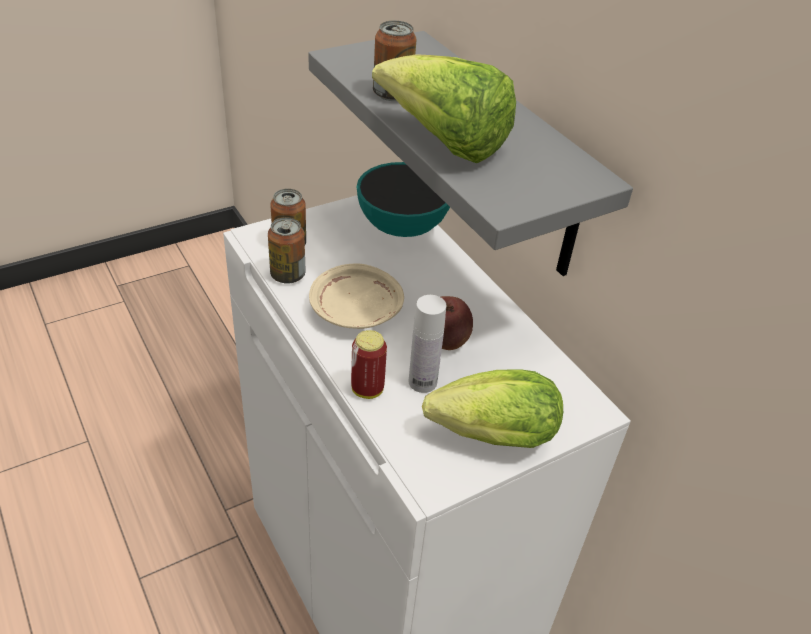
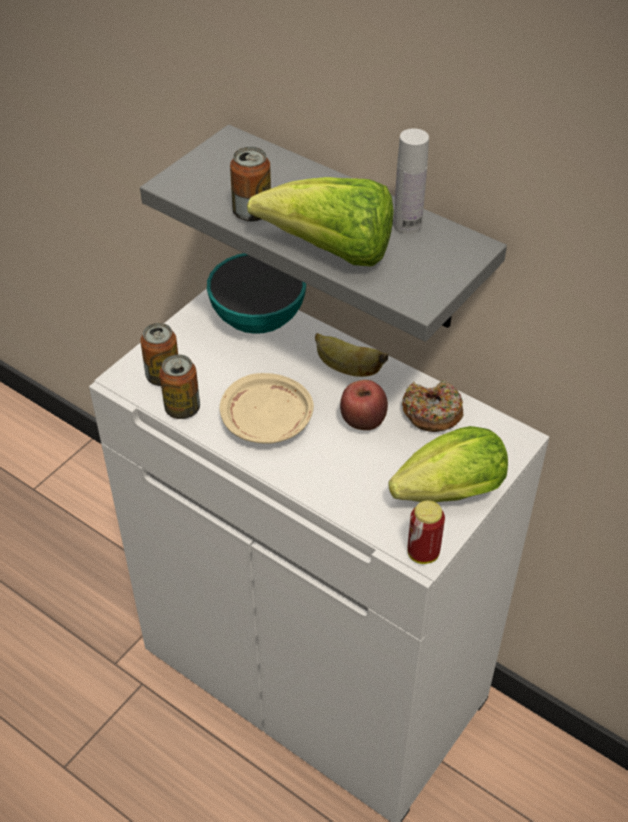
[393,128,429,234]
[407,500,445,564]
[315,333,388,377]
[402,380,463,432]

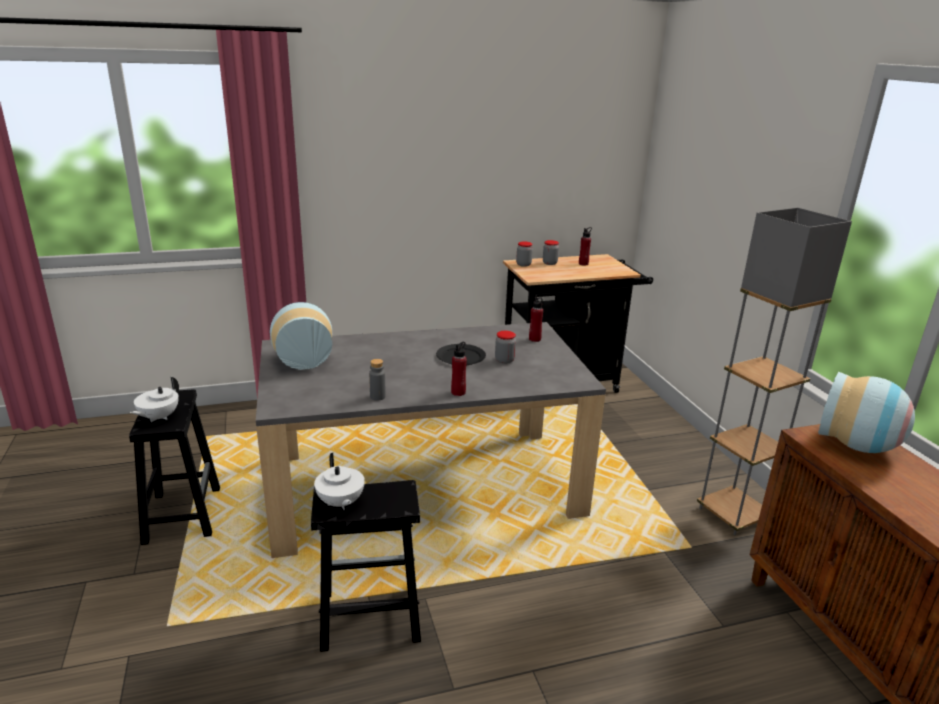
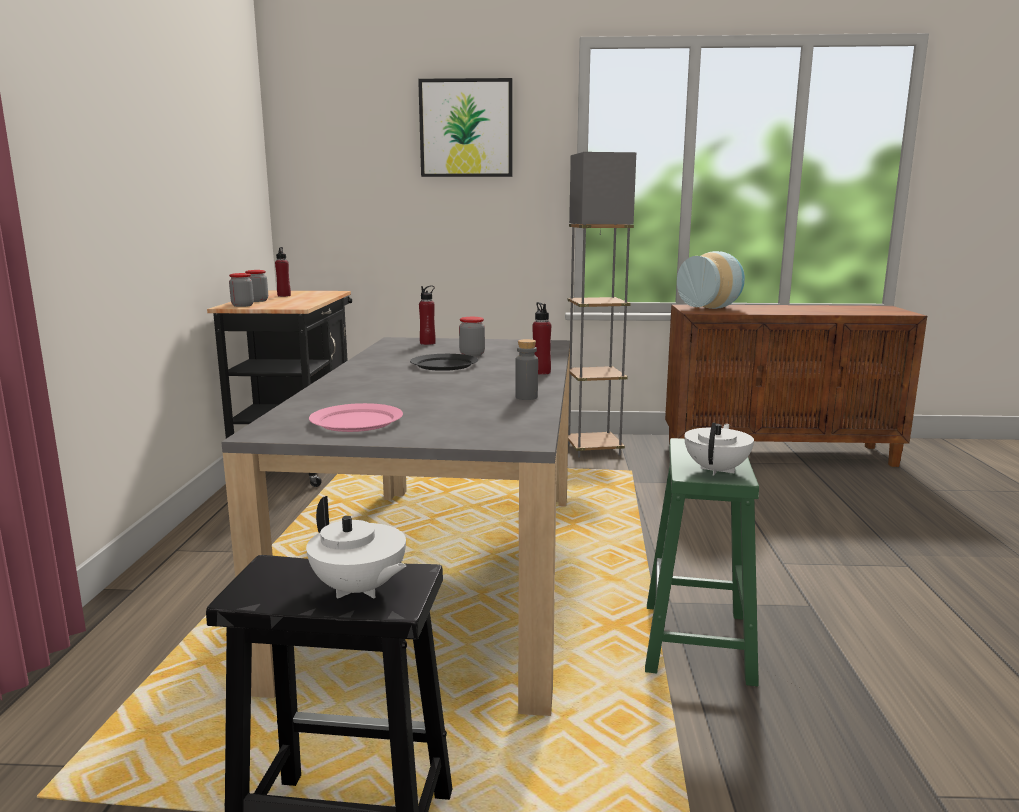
[309,403,403,432]
[684,423,754,475]
[645,438,759,686]
[418,78,513,177]

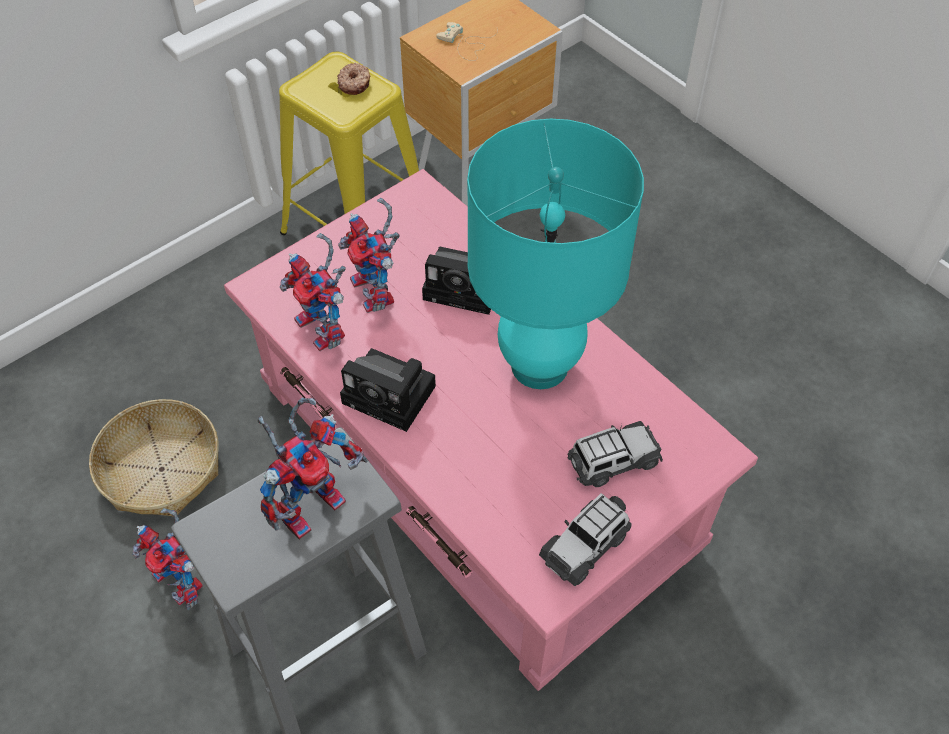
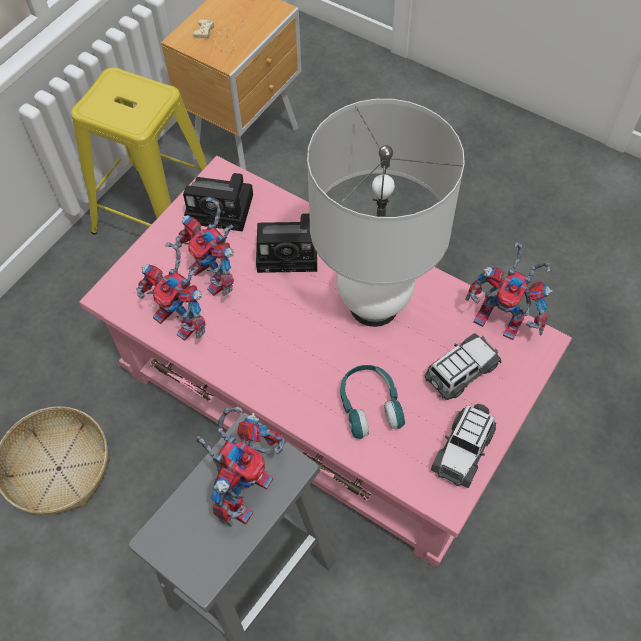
[337,63,370,95] (first image)
[307,99,465,327]
[183,173,253,232]
[465,242,553,340]
[340,365,405,439]

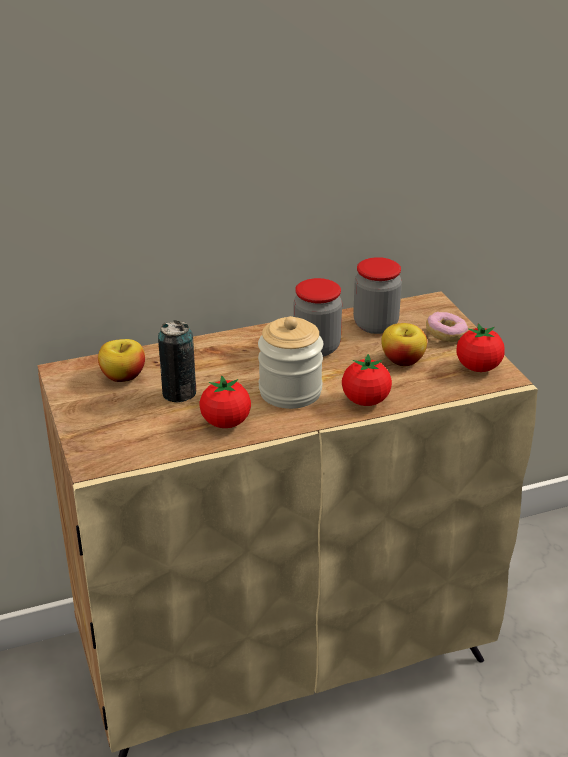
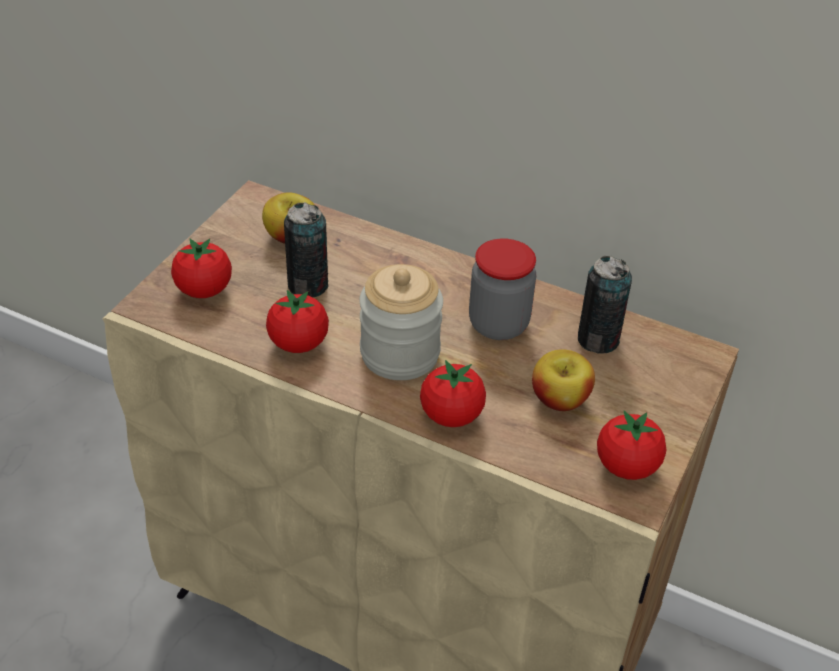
[578,256,632,354]
[426,312,468,342] (first image)
[171,238,232,298]

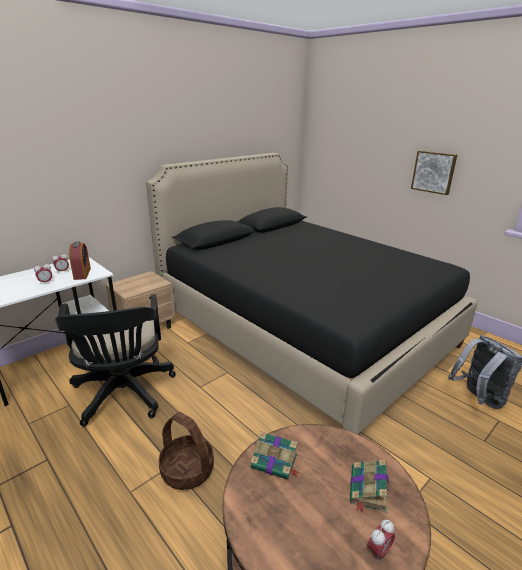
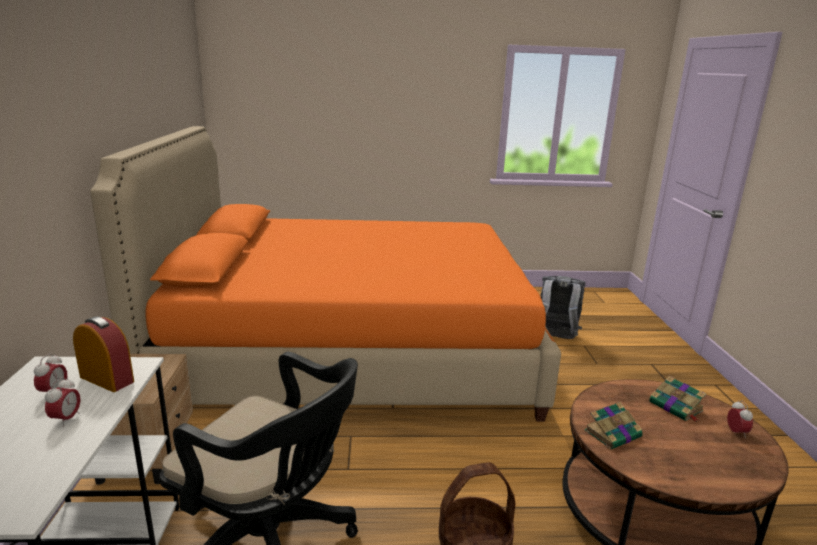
[411,151,457,195] (first image)
[90,126,561,422]

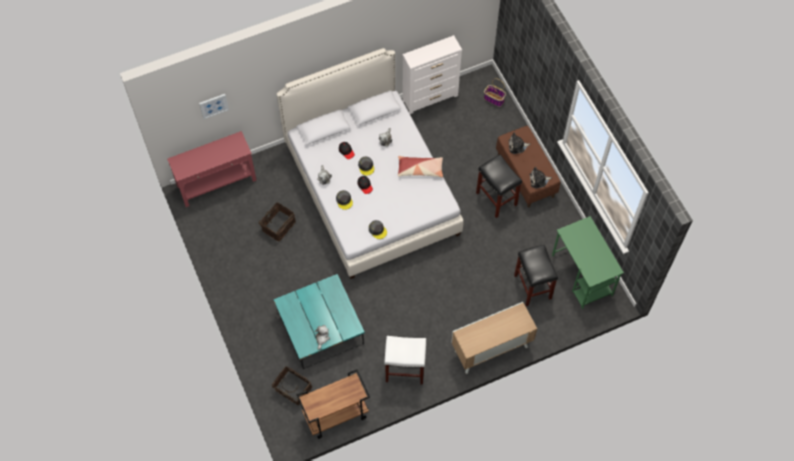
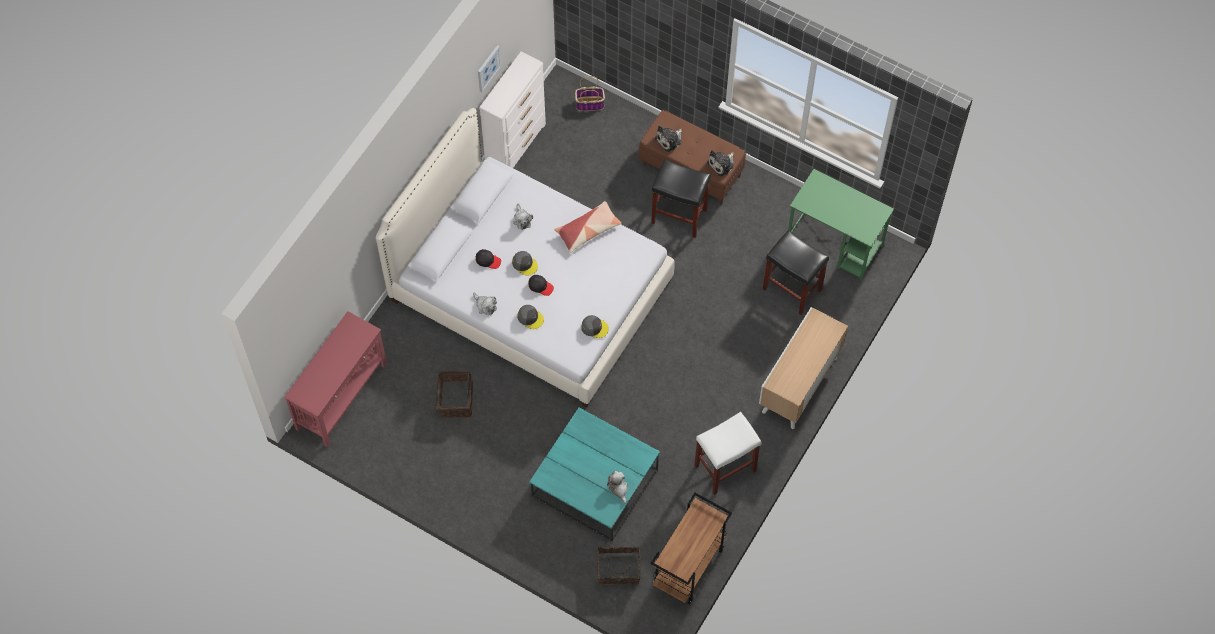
[478,45,501,92]

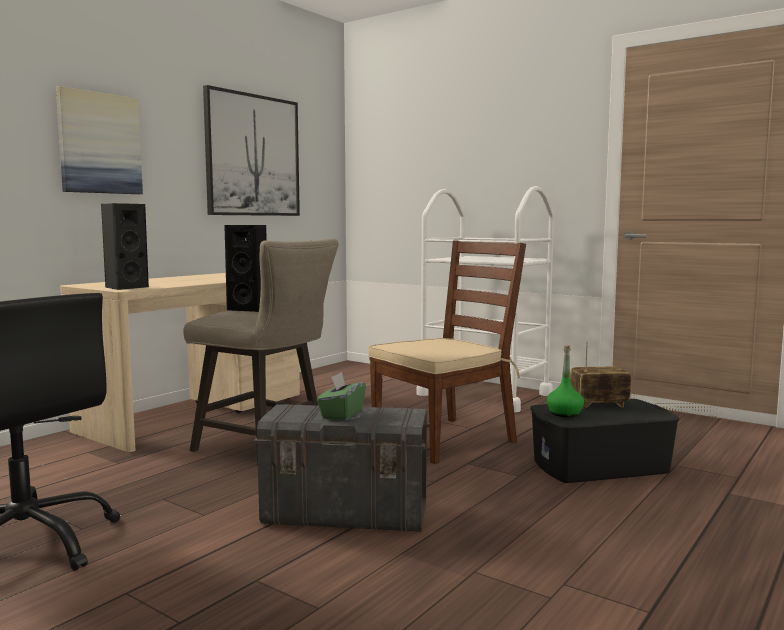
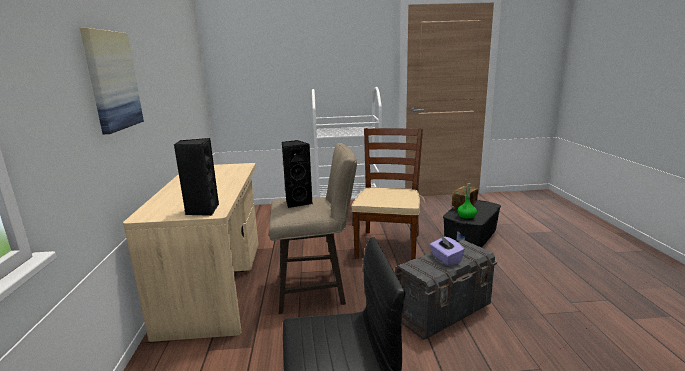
[203,85,300,216] (first image)
[430,236,465,266]

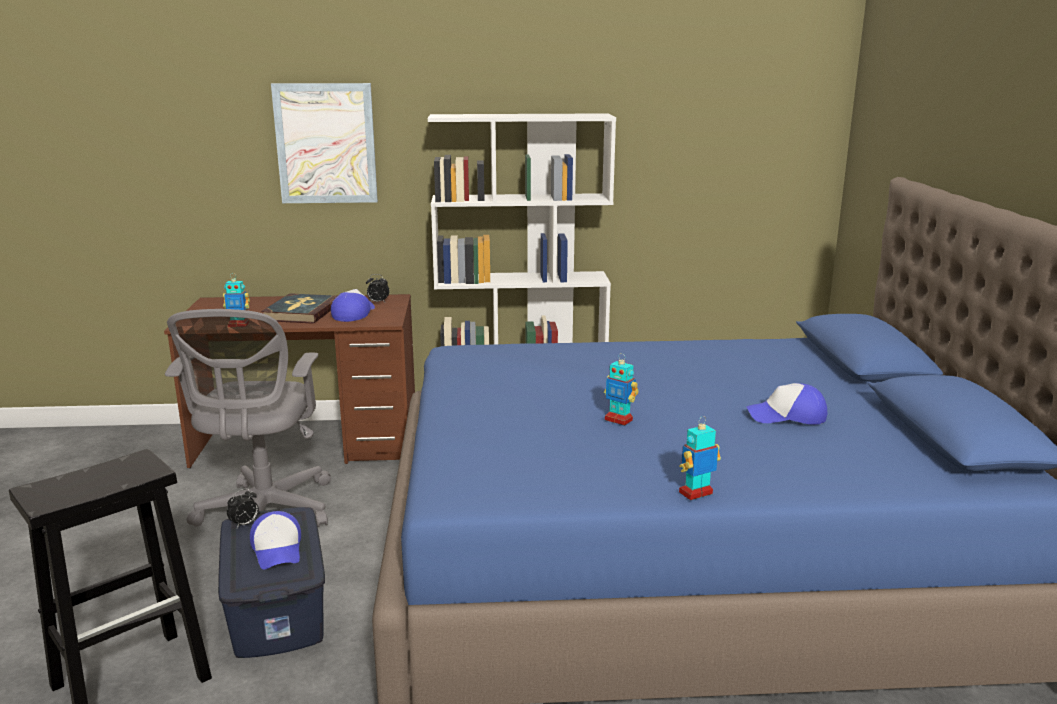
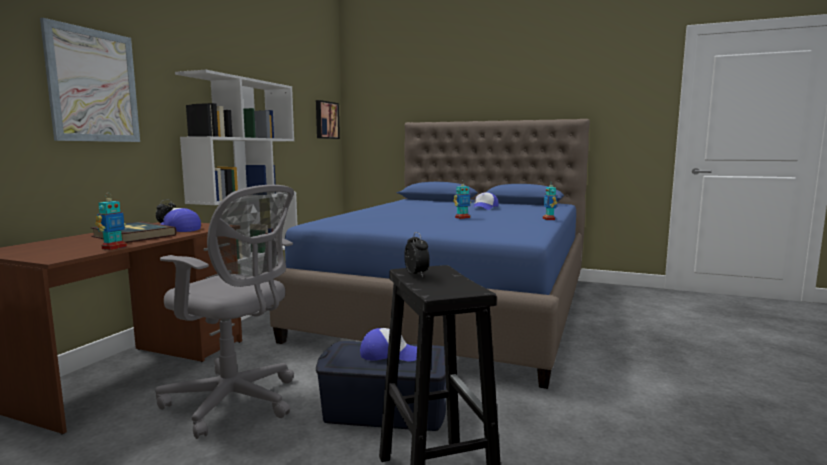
[404,232,429,277]
[316,100,340,139]

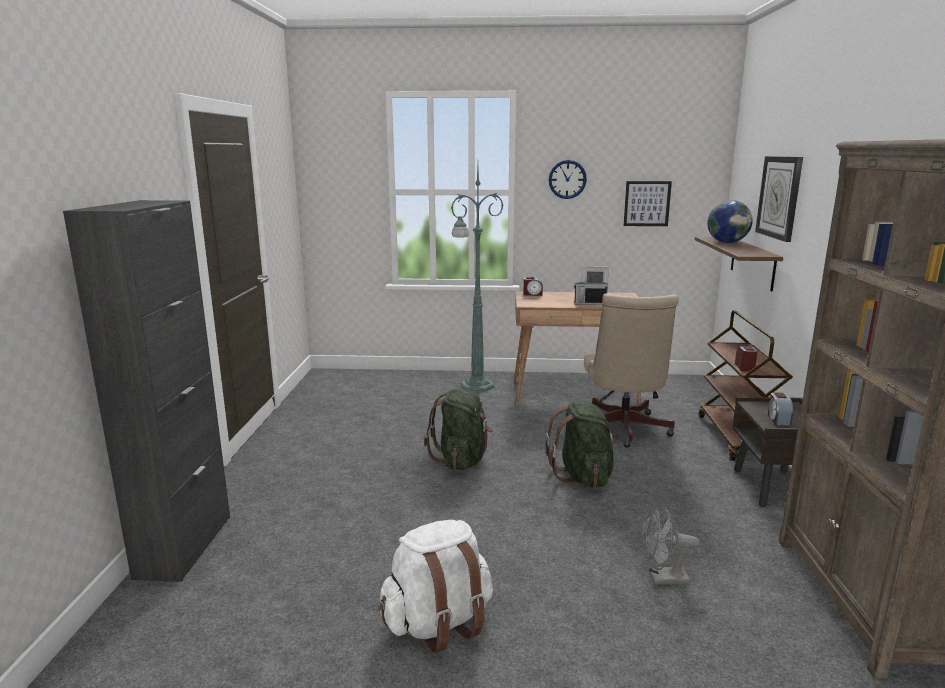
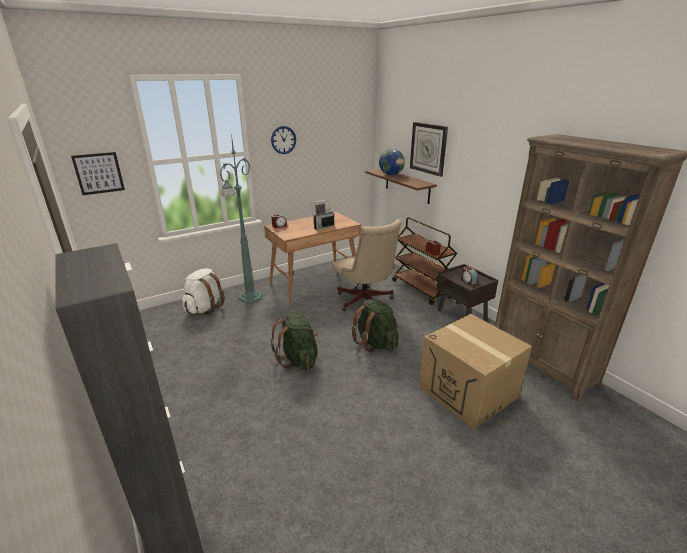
[71,152,125,195]
[419,314,532,429]
[182,268,225,315]

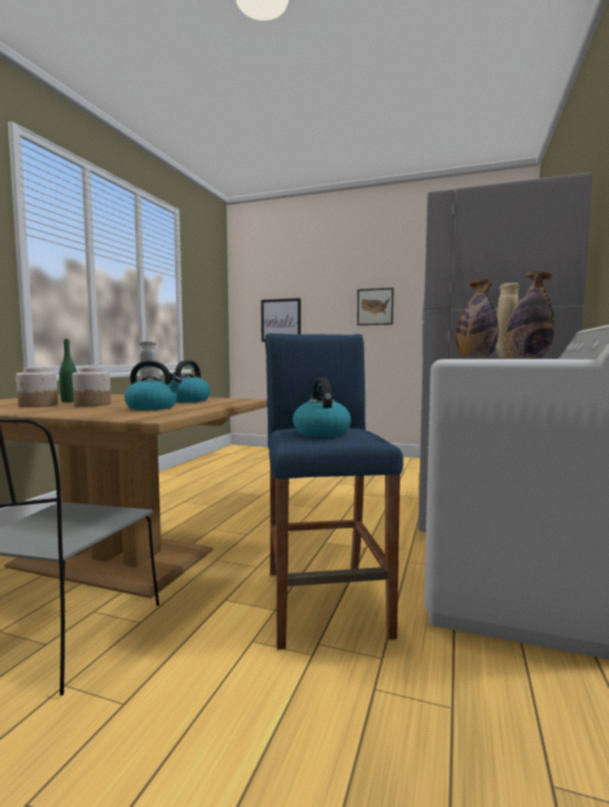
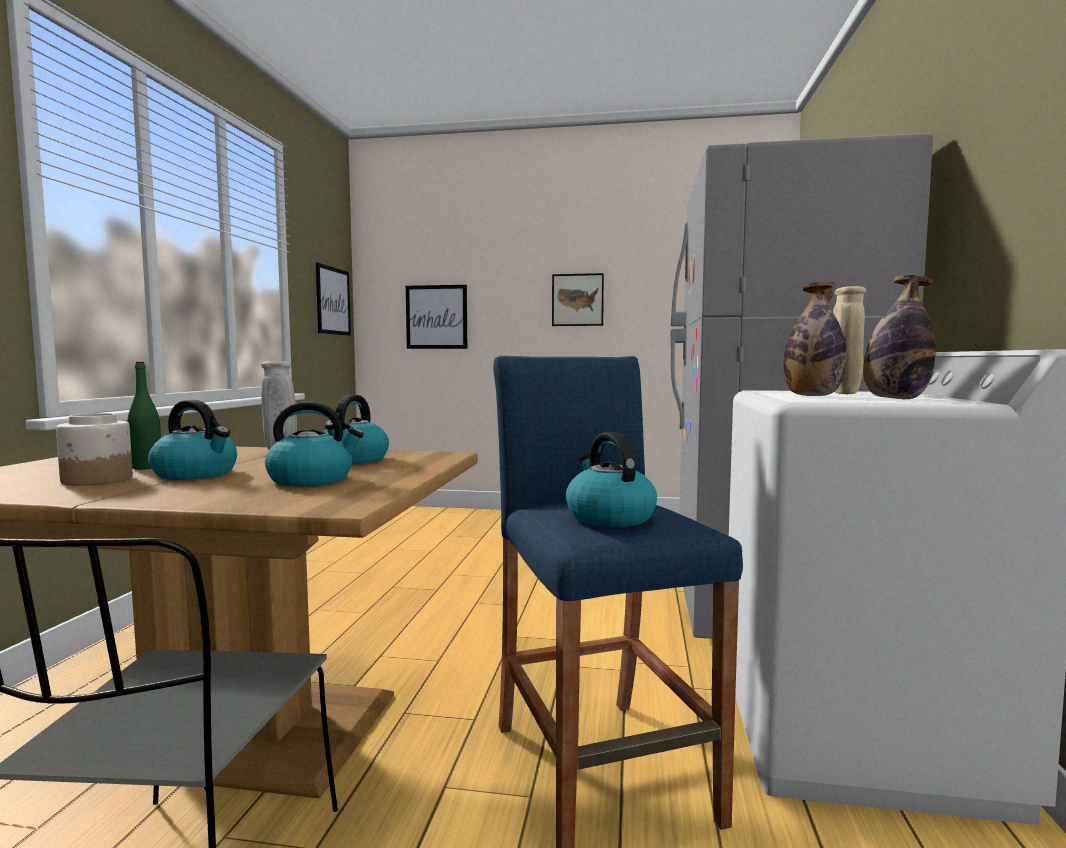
[148,400,237,480]
[316,263,351,336]

